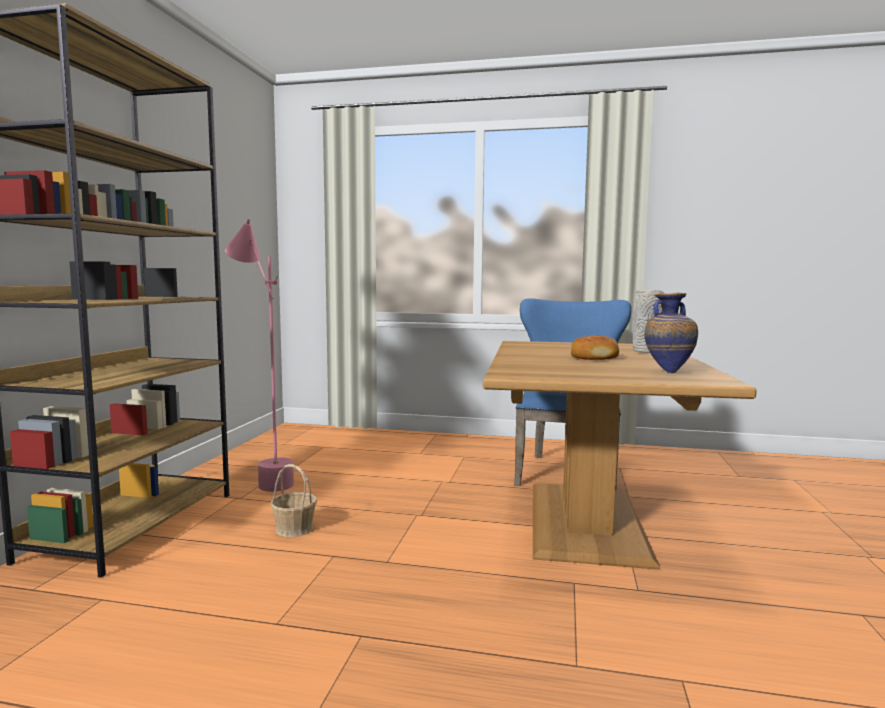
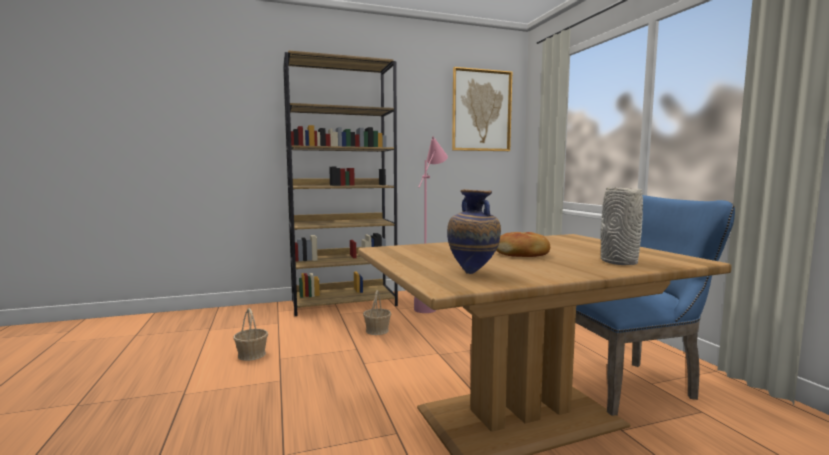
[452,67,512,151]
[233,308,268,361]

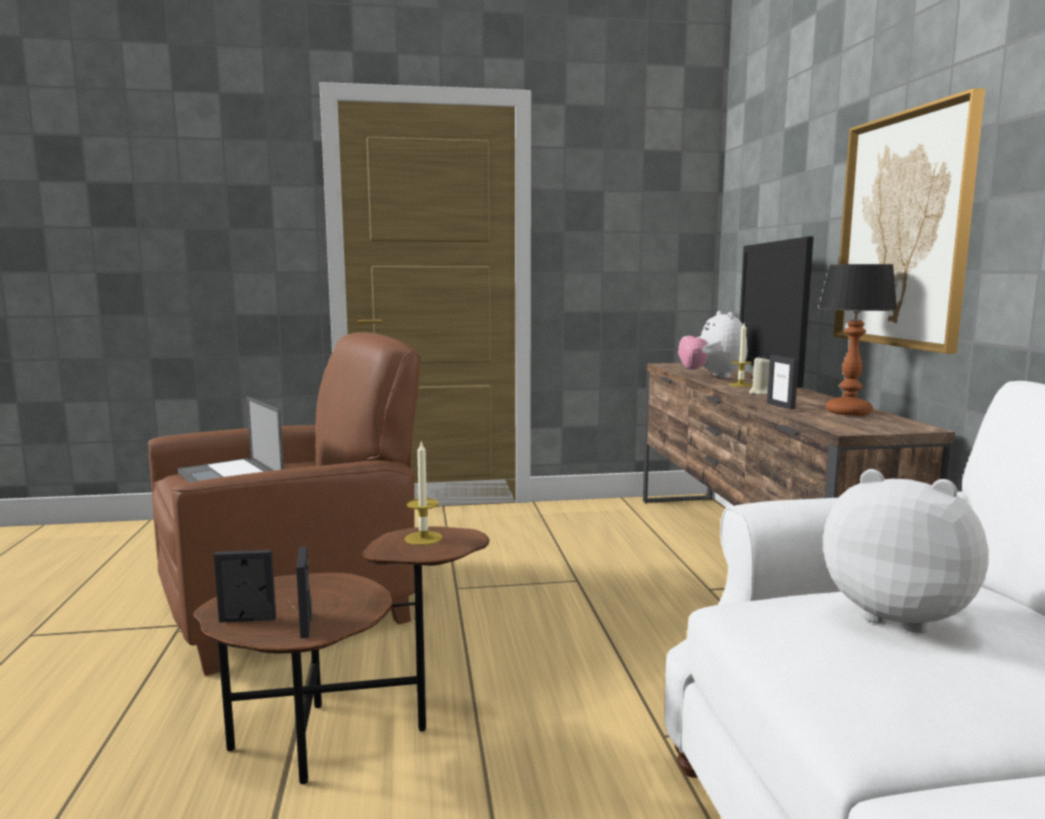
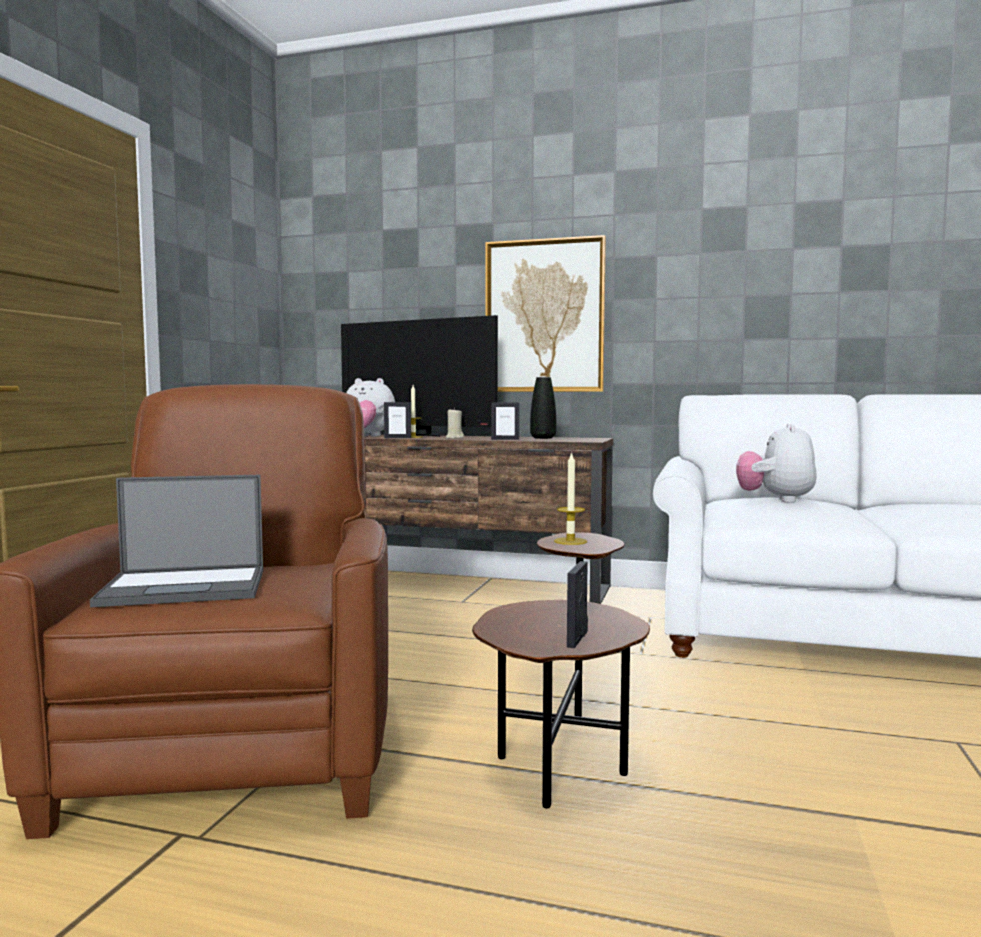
[530,377,556,439]
[736,423,817,503]
[384,402,411,438]

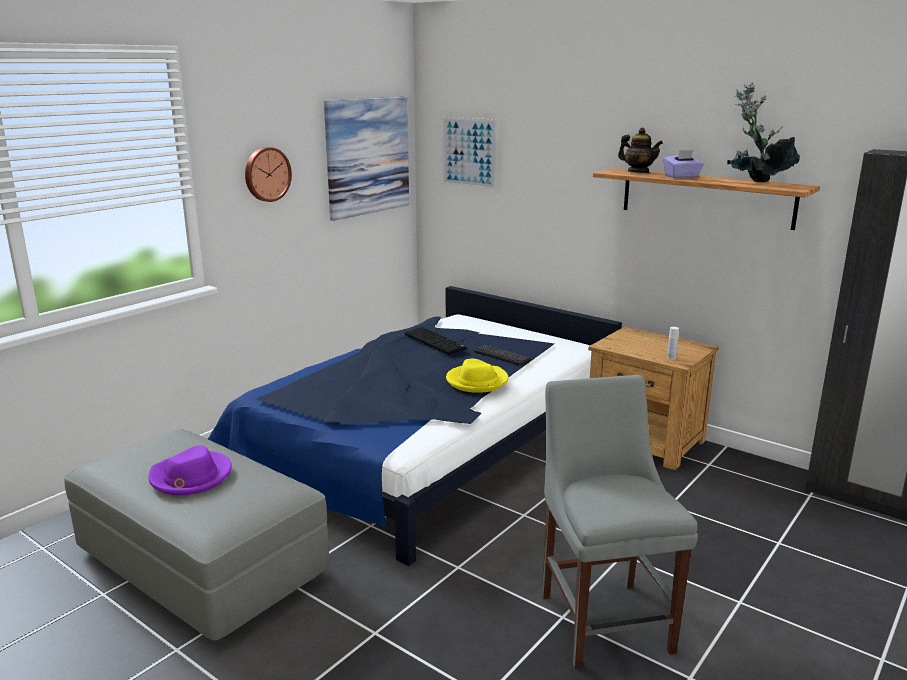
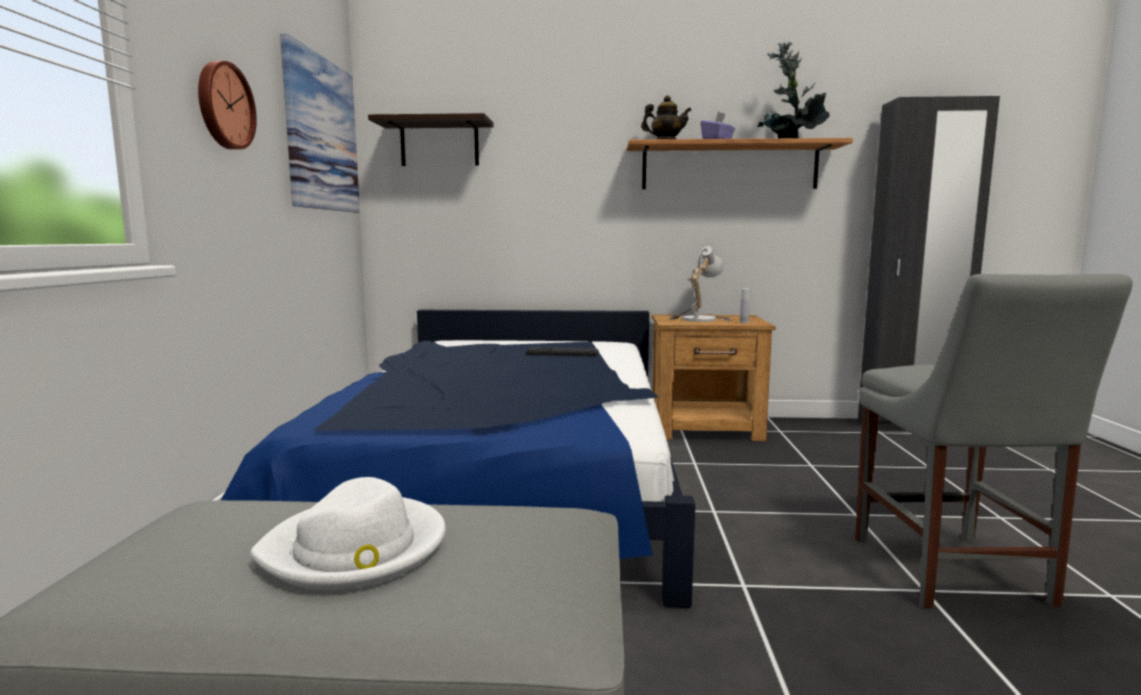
[368,113,493,166]
[405,327,467,355] (first image)
[446,359,509,393] (first image)
[855,274,1133,608]
[250,477,446,590]
[669,246,729,322]

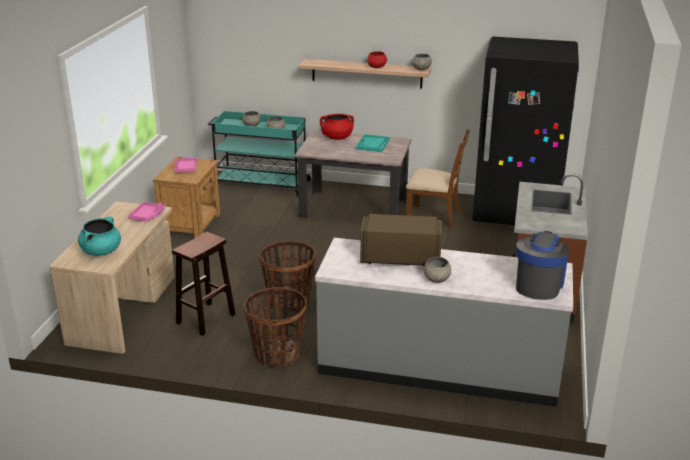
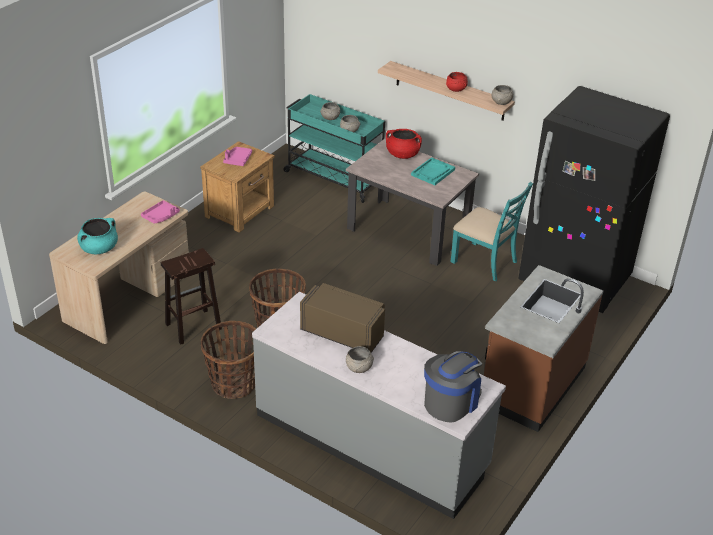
[450,182,533,282]

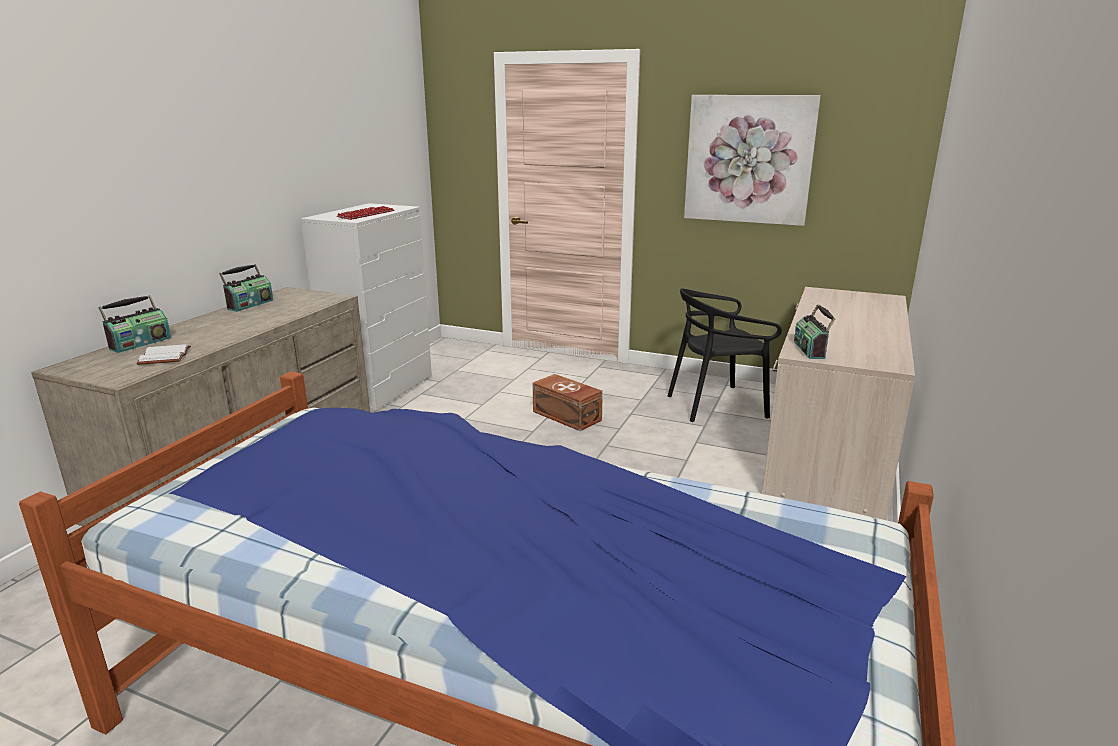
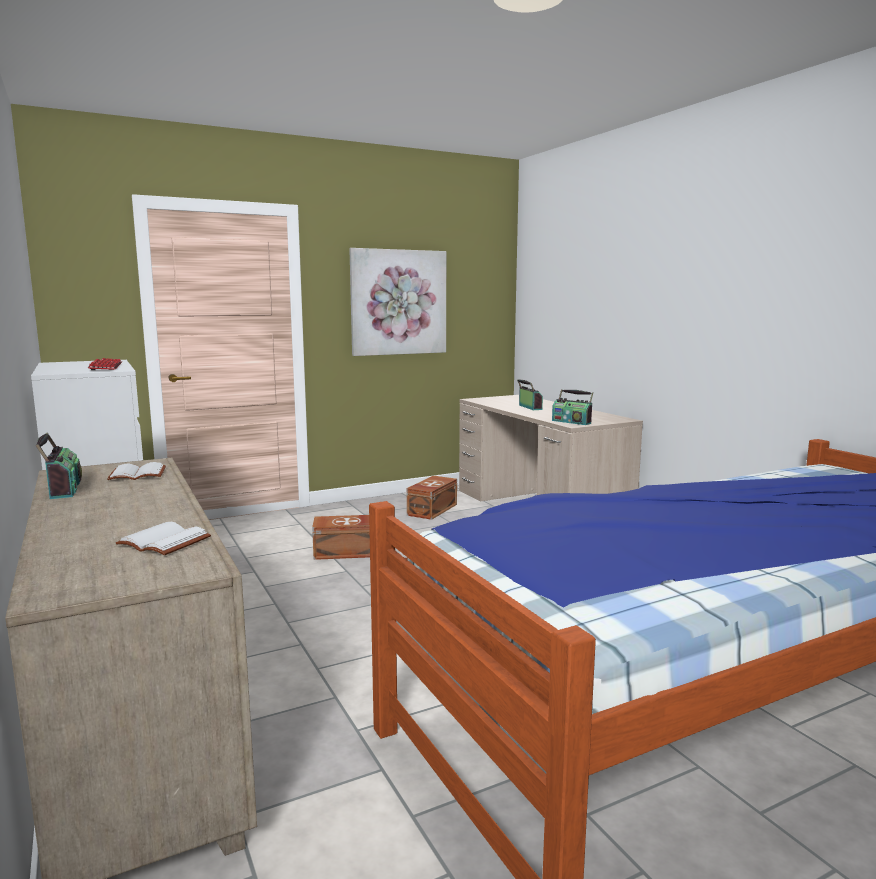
[407,476,457,520]
[517,379,543,410]
[107,462,166,480]

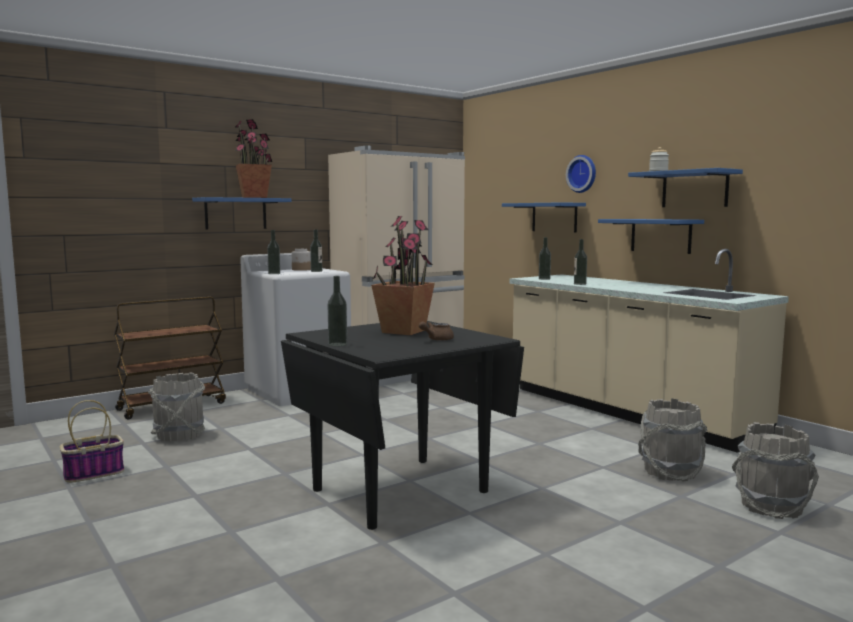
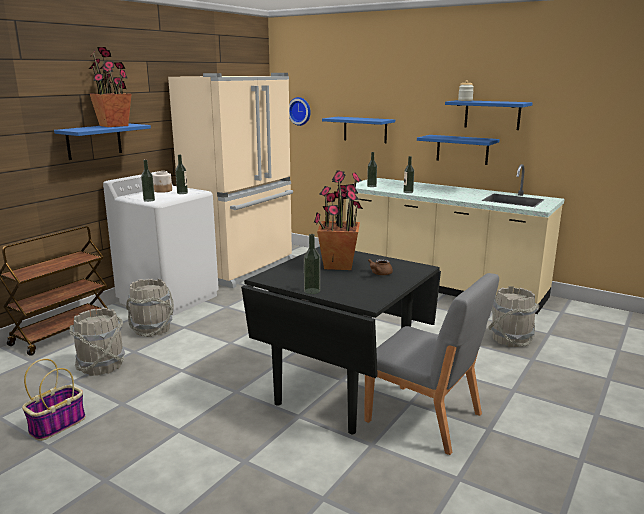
[289,97,311,126]
[126,279,174,337]
[364,273,499,455]

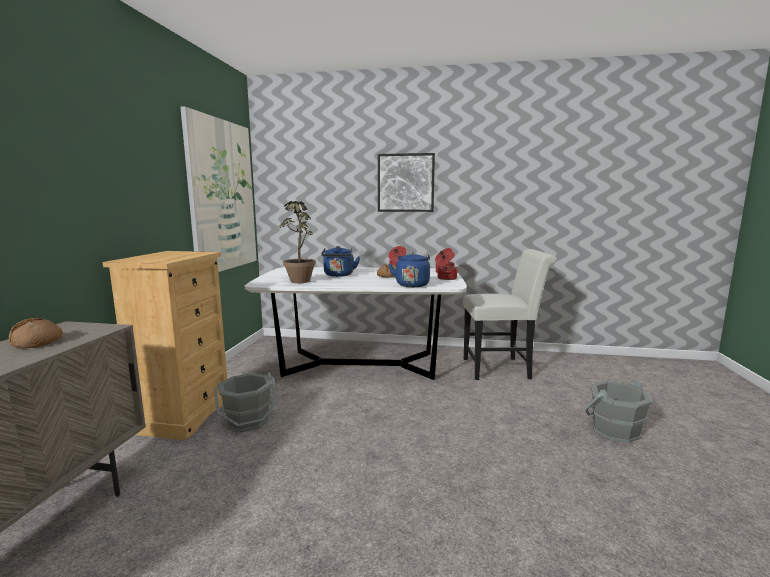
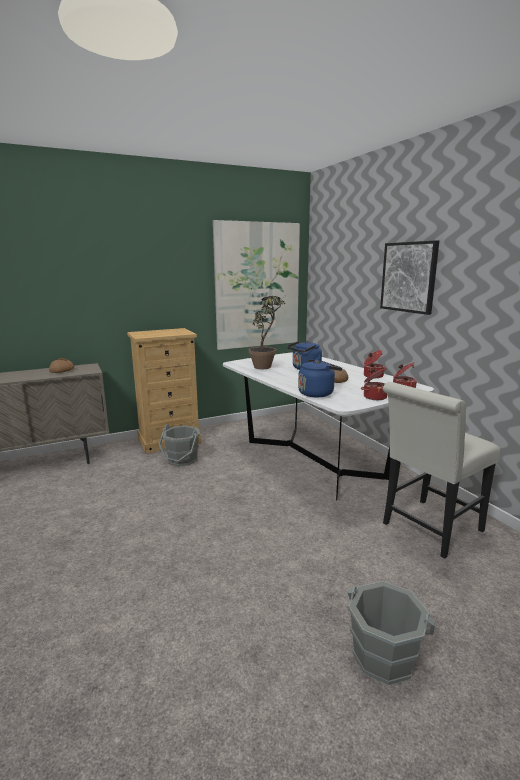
[383,382,500,559]

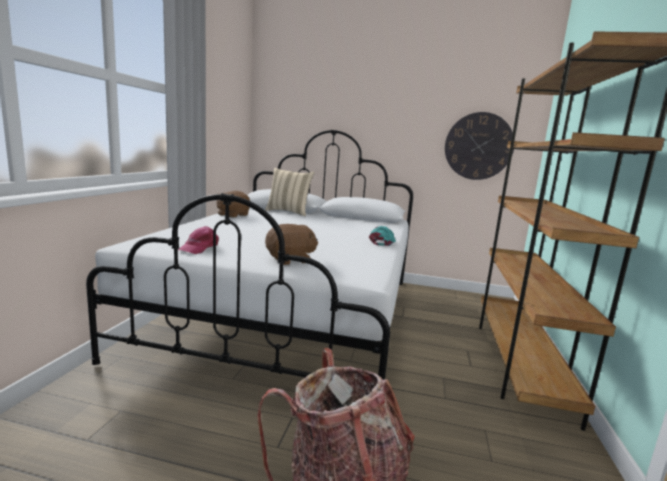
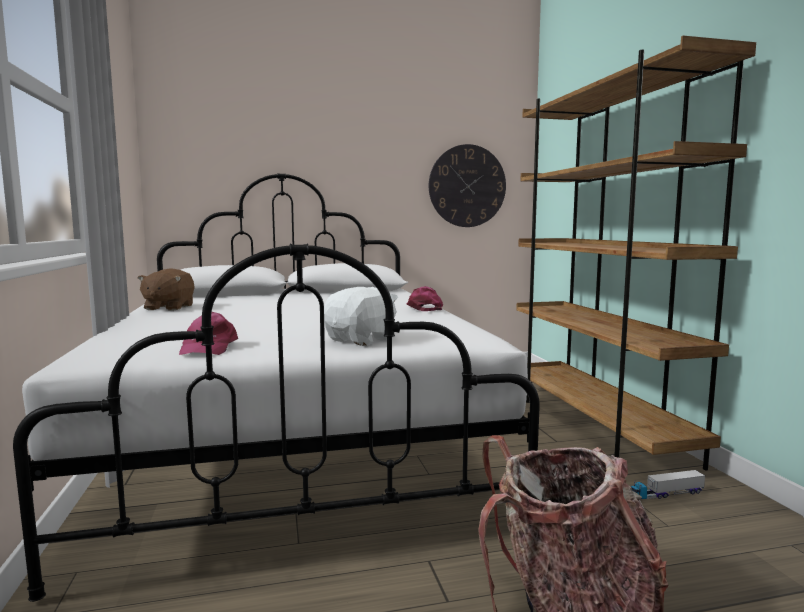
[265,168,315,217] (first image)
[324,287,398,346]
[407,286,443,311]
[631,470,705,499]

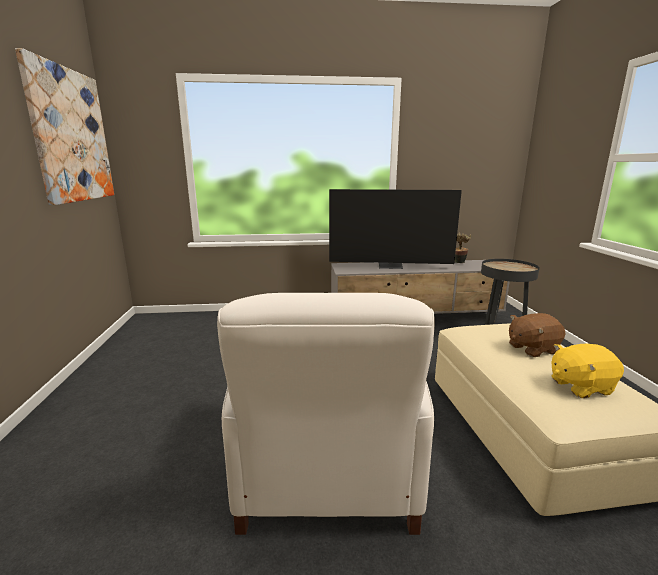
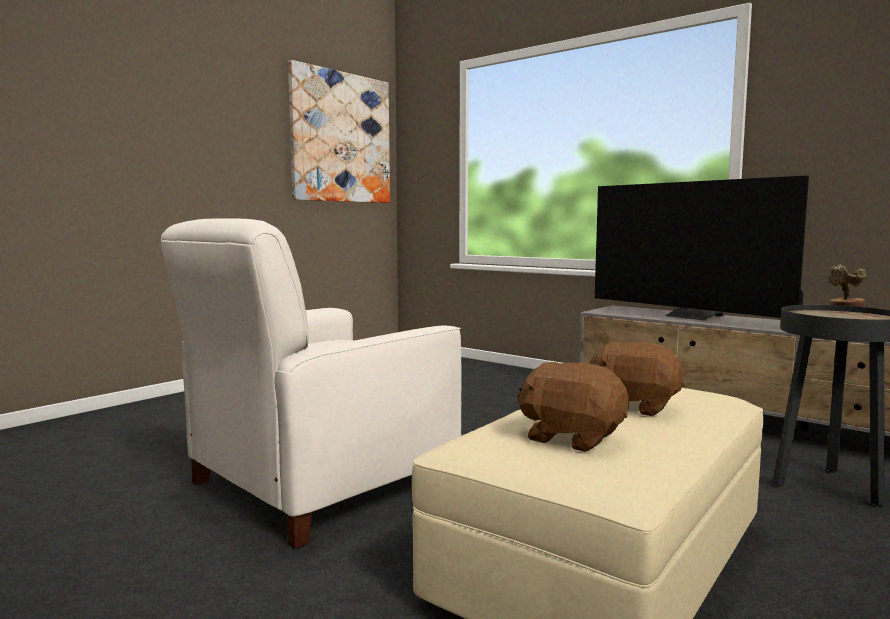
[517,362,629,452]

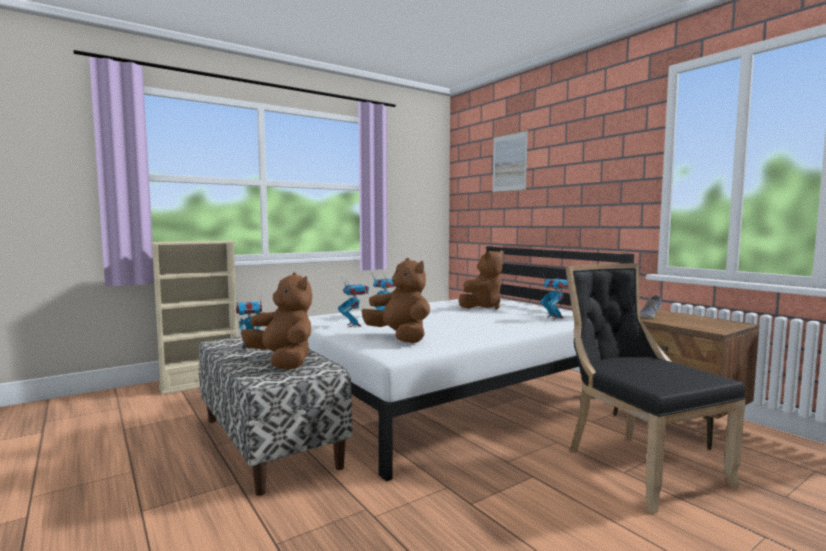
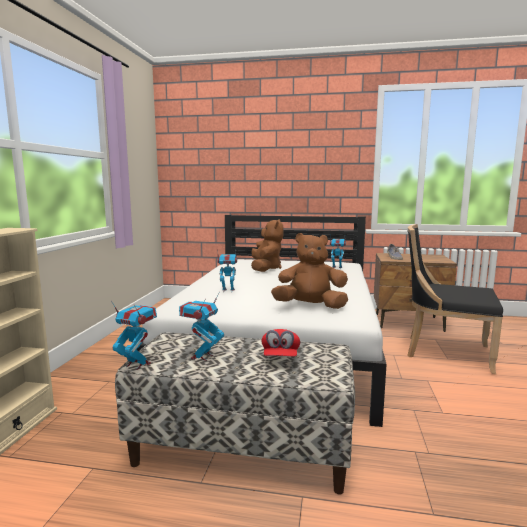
[492,130,528,193] (first image)
[262,329,300,357]
[111,301,157,370]

